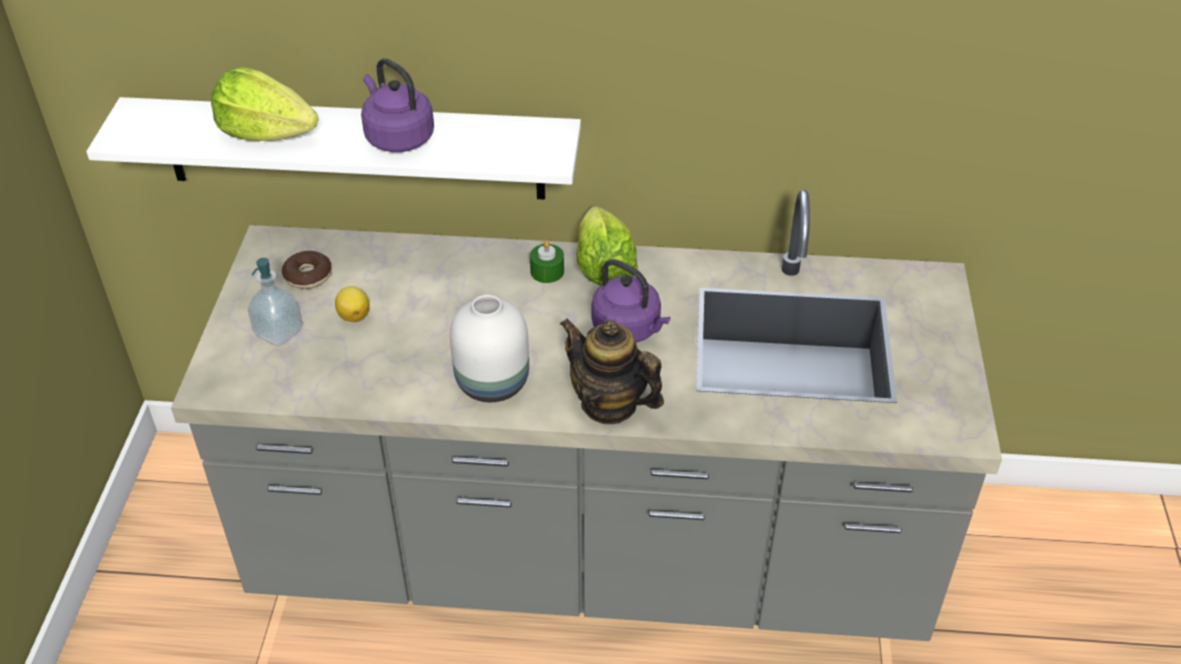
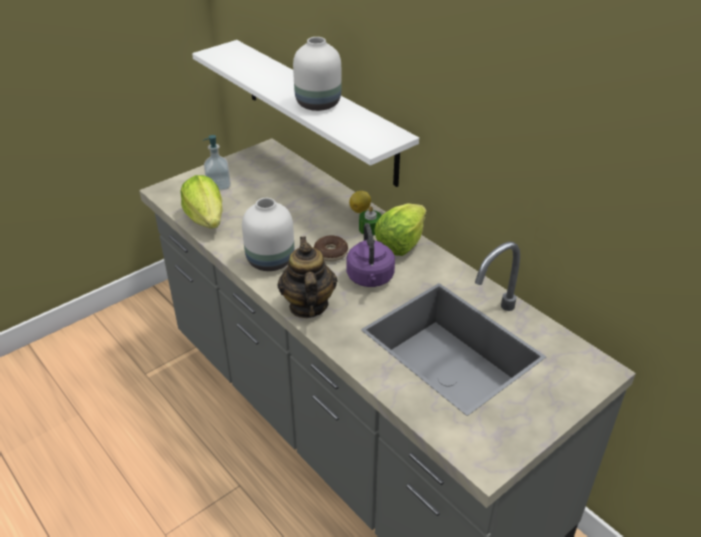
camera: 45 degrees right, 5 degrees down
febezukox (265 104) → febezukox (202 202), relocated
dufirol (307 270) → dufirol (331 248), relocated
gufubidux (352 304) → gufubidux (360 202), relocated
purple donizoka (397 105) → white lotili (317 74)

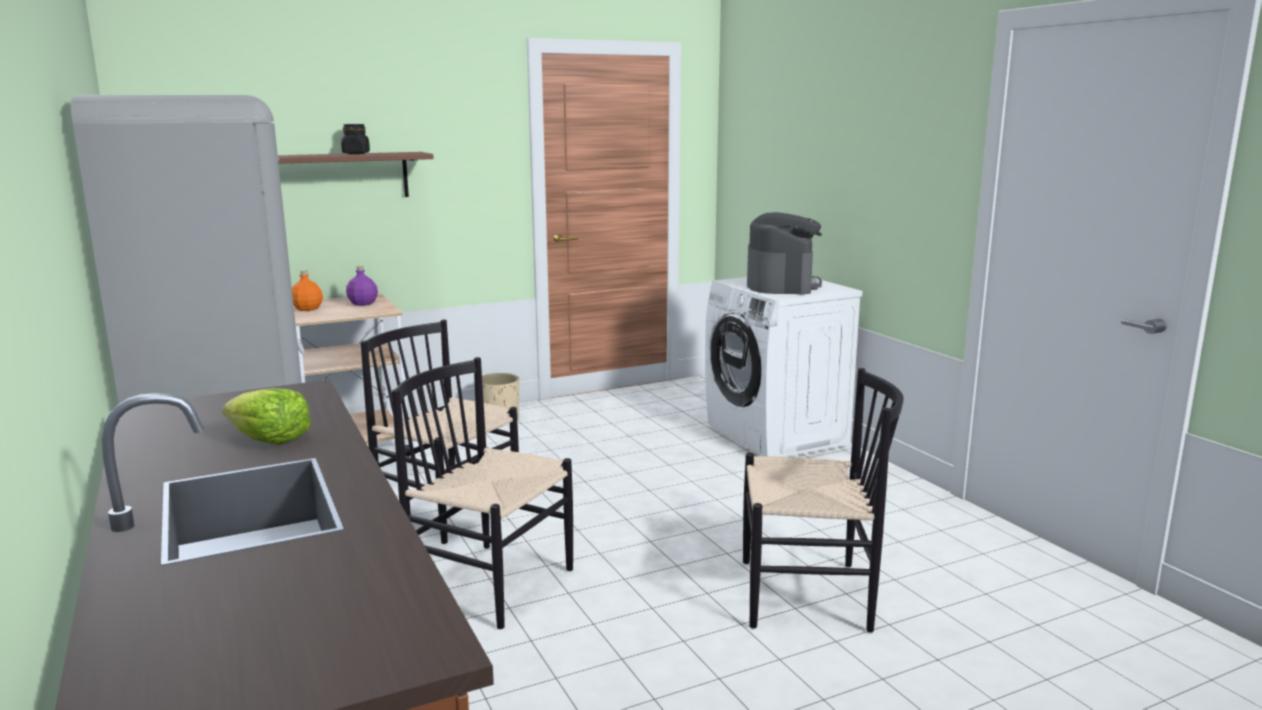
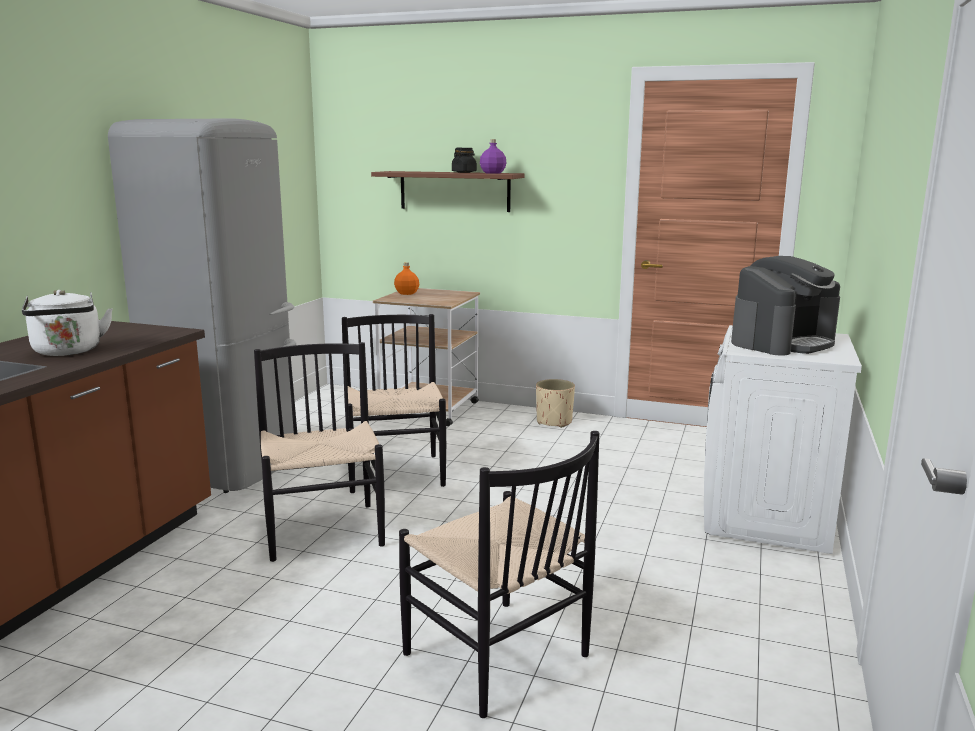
camera: 45 degrees right, 0 degrees up
febezukox (266 416) → white donizoka (67 323)
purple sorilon (362 286) → purple sorilon (493 156), relocated

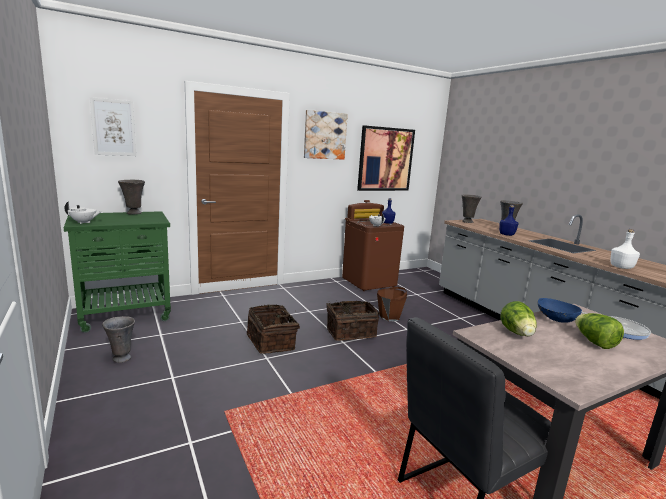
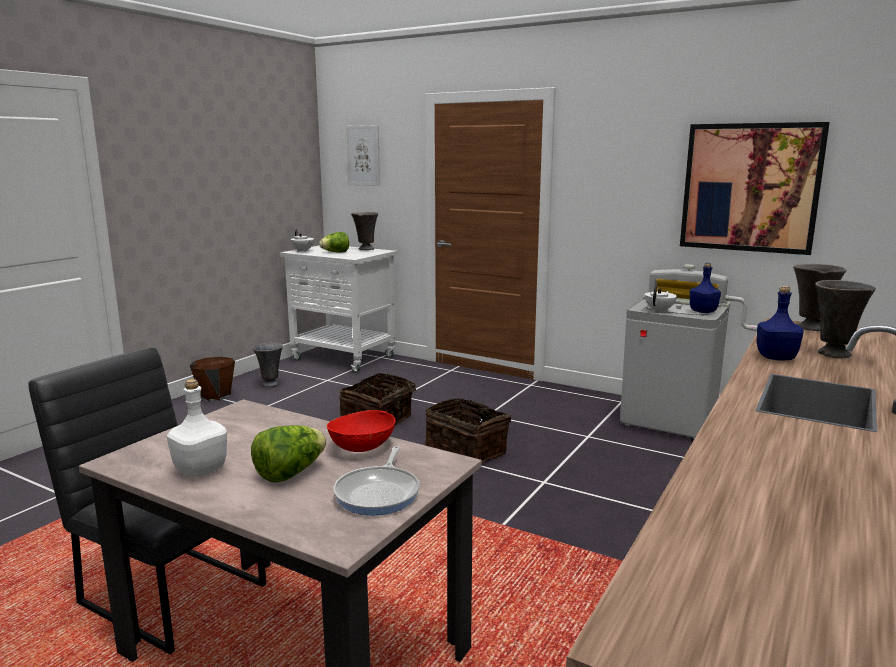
camera: 60 degrees right, 0 degrees up
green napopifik (117 272) → white napopifik (338 309)
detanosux (326 135) → -
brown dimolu (373 245) → grey dimolu (688 351)
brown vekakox (392 304) → brown vekakox (212 379), relocated
febezukox (519 319) → febezukox (334 242), relocated
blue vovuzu (559 310) → red vovuzu (361 431)
white sorilon (625 249) → white sorilon (197 428), relocated

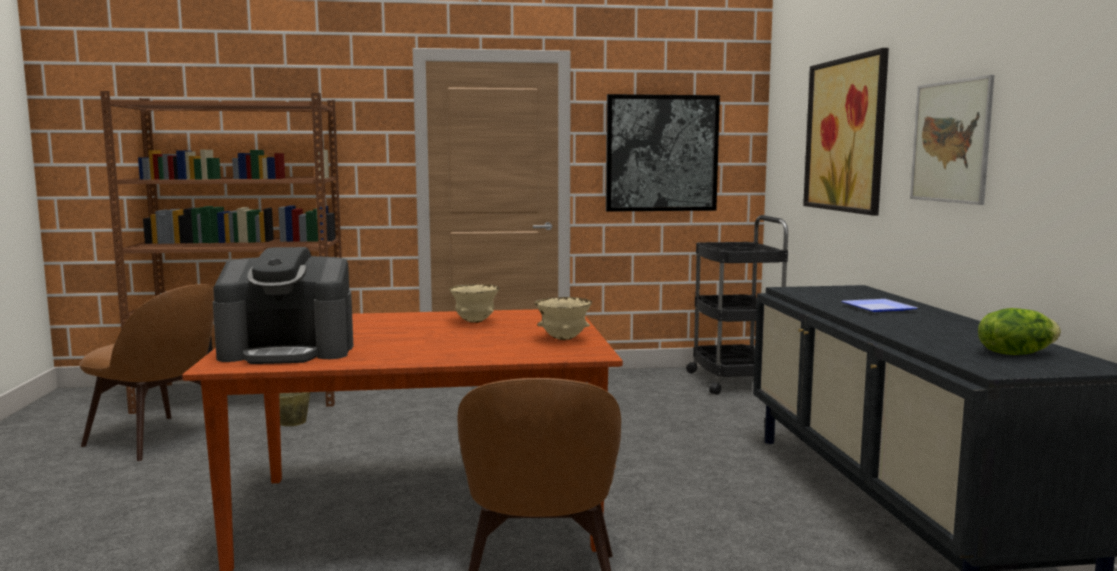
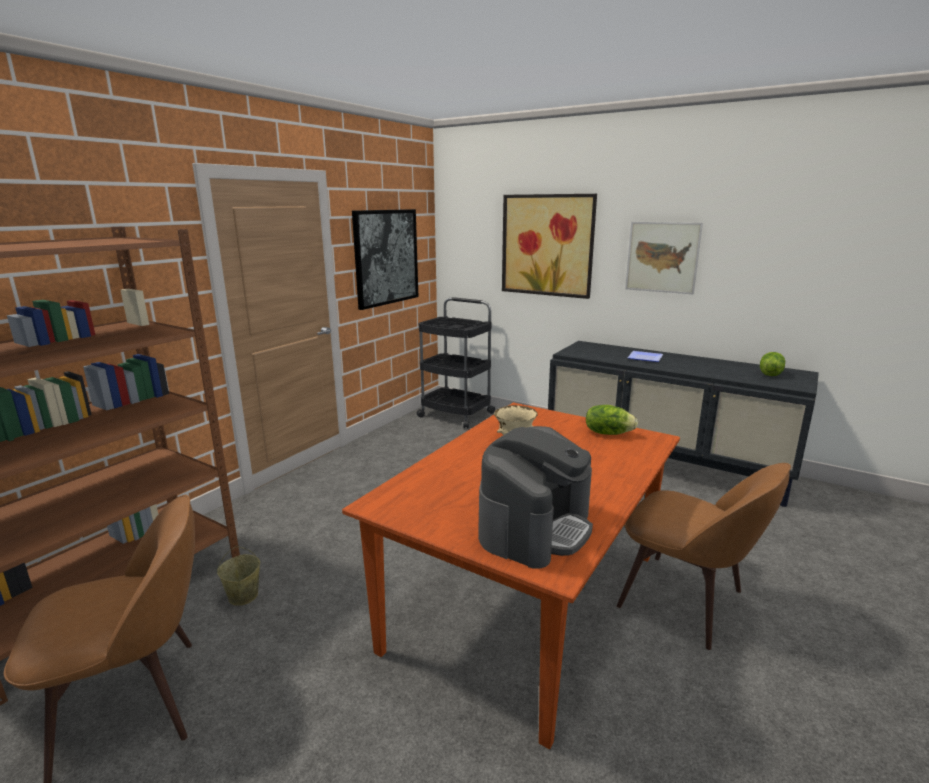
camera: 50 degrees left, 10 degrees up
beige vovuzu (563 318) → febezukox (612 420)

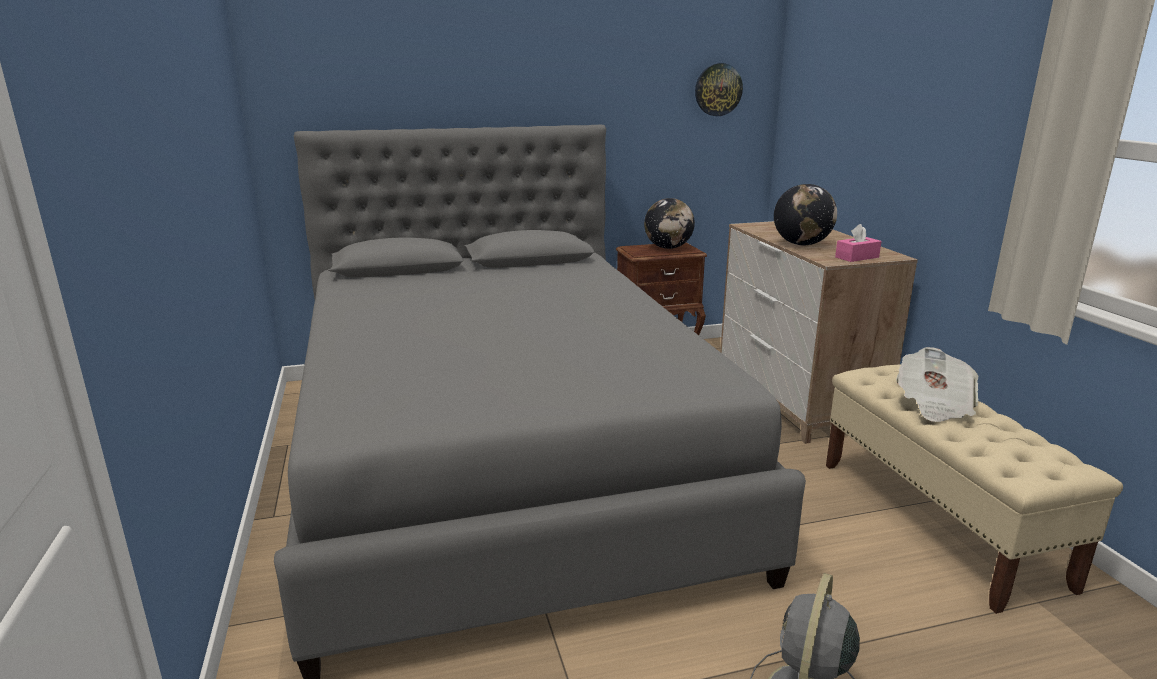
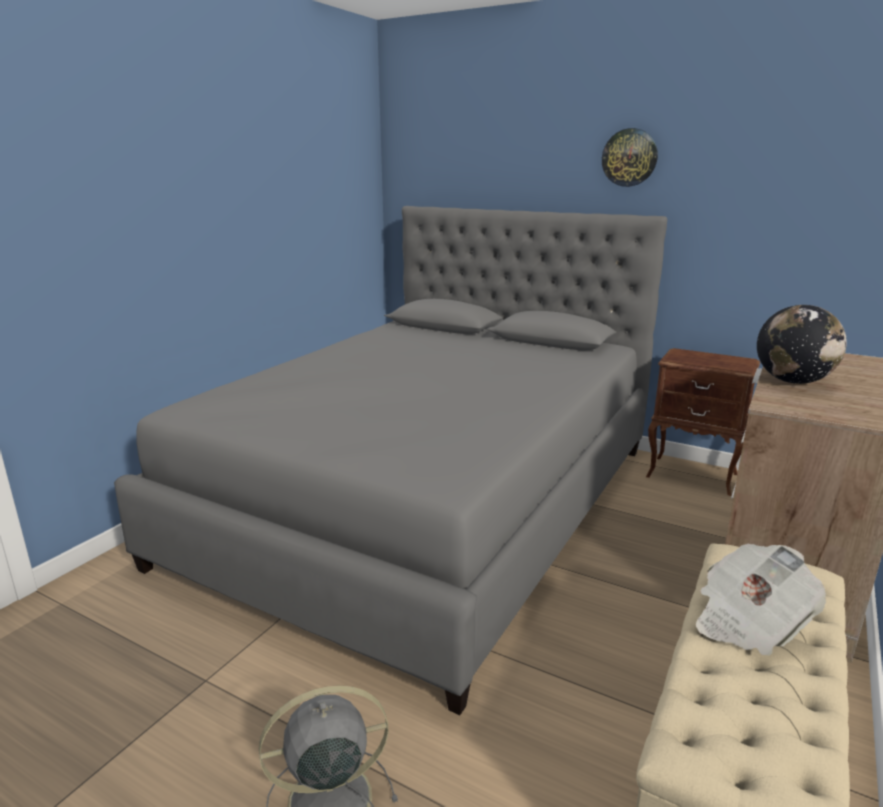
camera: 45 degrees right, 0 degrees up
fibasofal (669 223) → -
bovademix (719 89) → bovademix (630 157), relocated
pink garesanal (858 243) → -

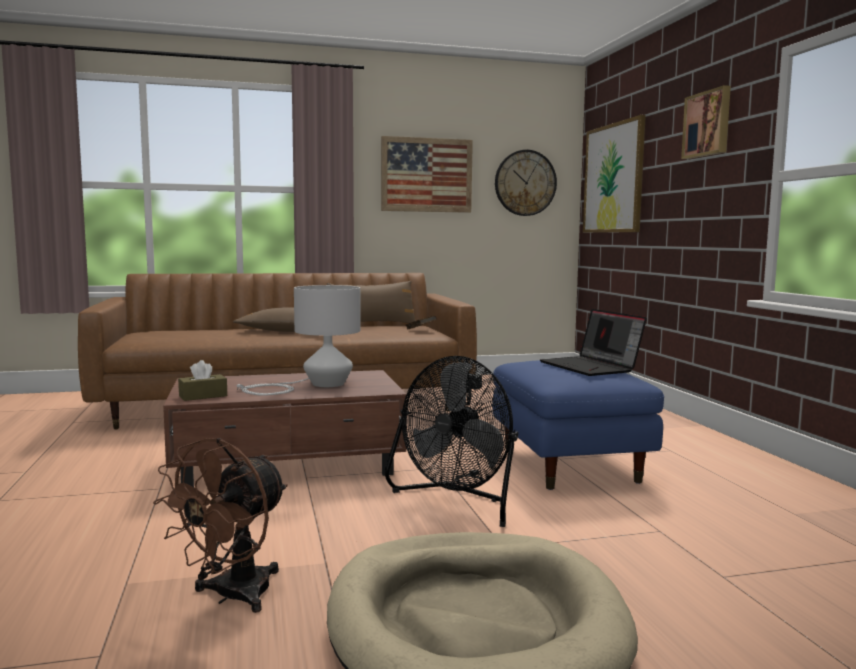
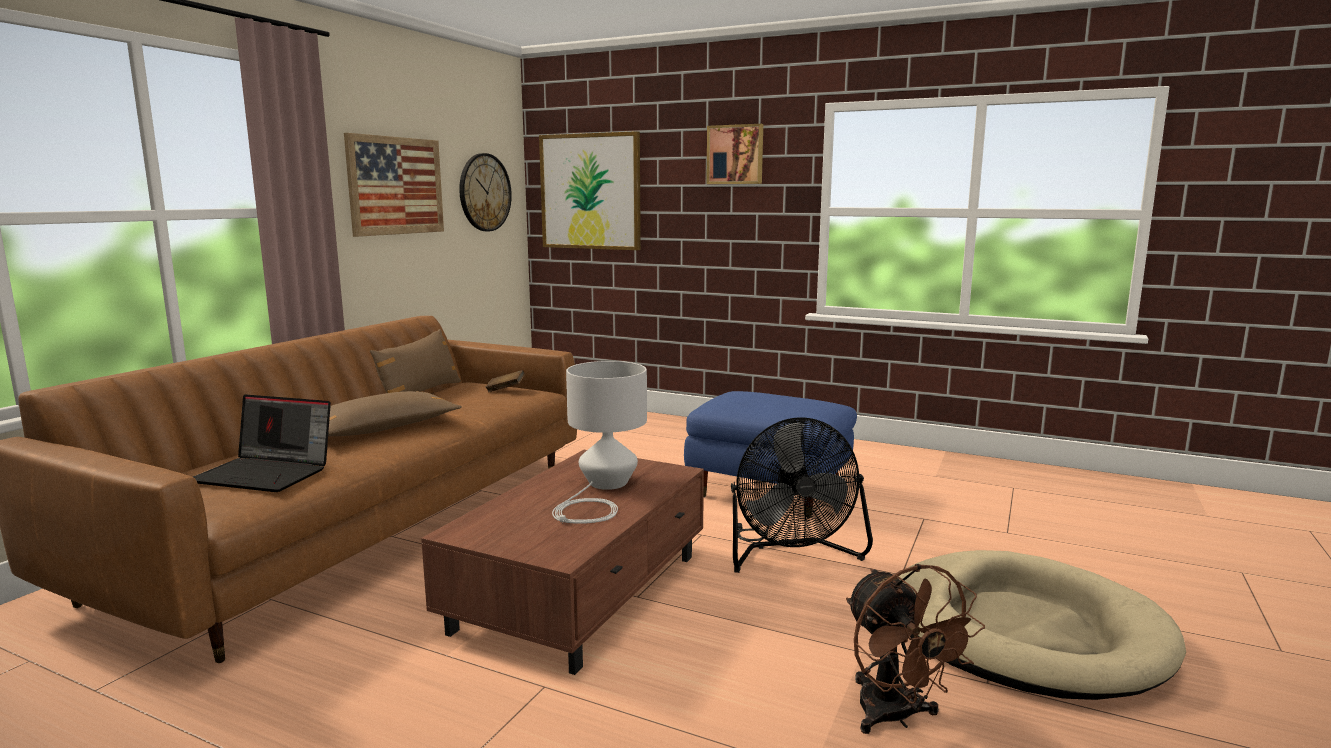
camera: 50 degrees left, 5 degrees up
brown garesanal (202 380) → -
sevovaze (593 342) → sevovaze (262 443), relocated

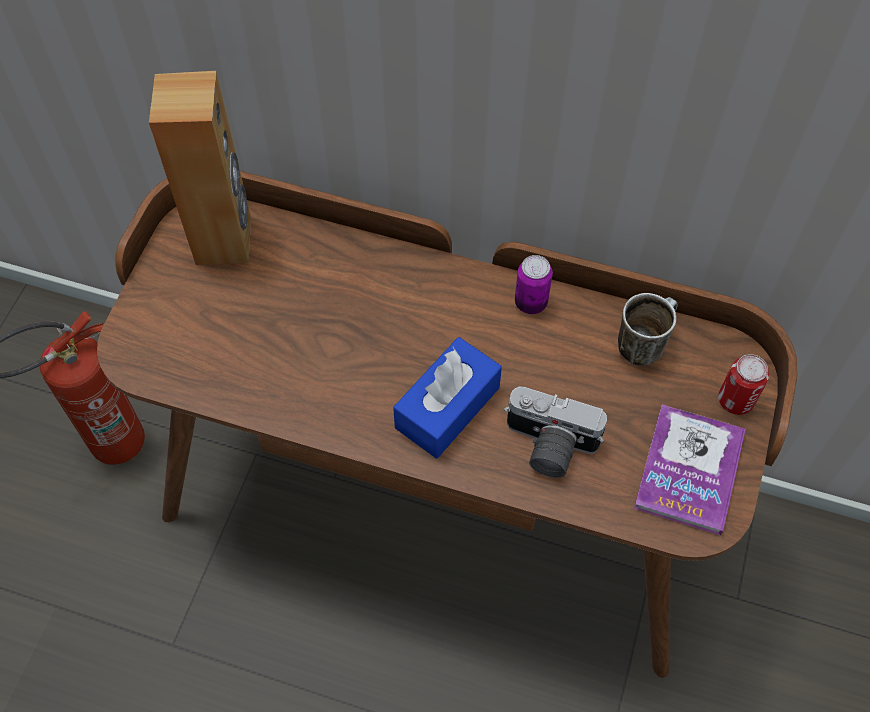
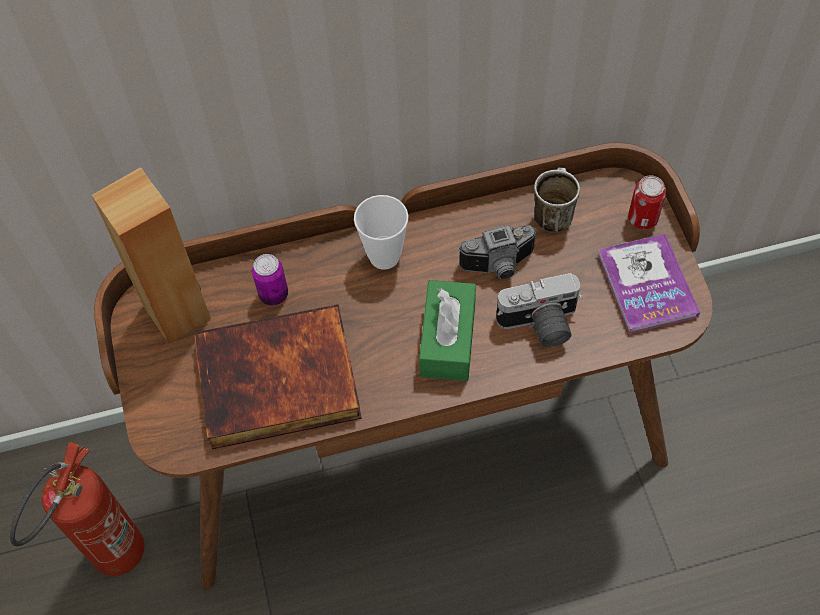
camera: 30 degrees left, 0 degrees up
blue garesanal (447 397) → green garesanal (447 330)
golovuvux (534 284) → golovuvux (270 280), relocated
- → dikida (278 376)
- → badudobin (381 232)
- → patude (498 252)

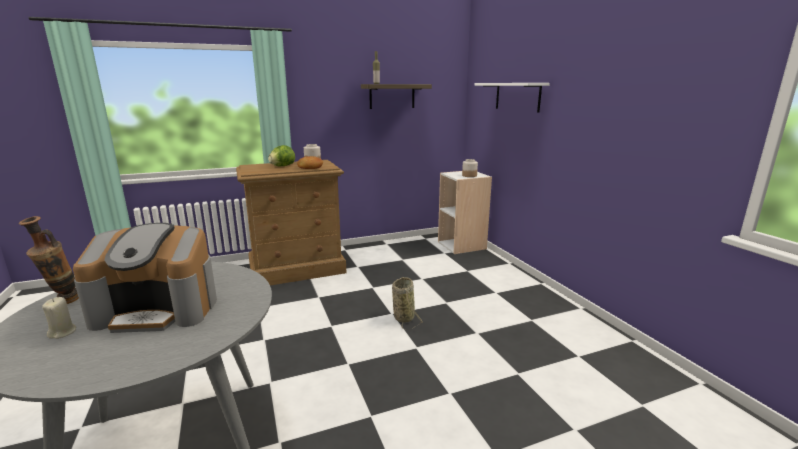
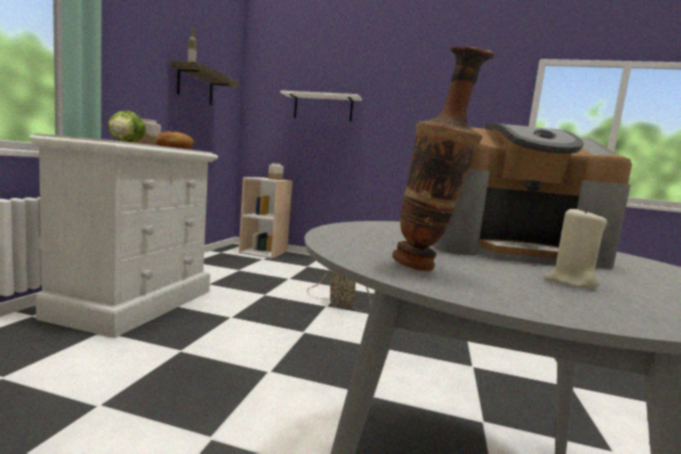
camera: 55 degrees left, 10 degrees down
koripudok (145 278) → koripudok (532 196), 60 degrees clockwise
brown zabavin (291 222) → white zabavin (123 235)

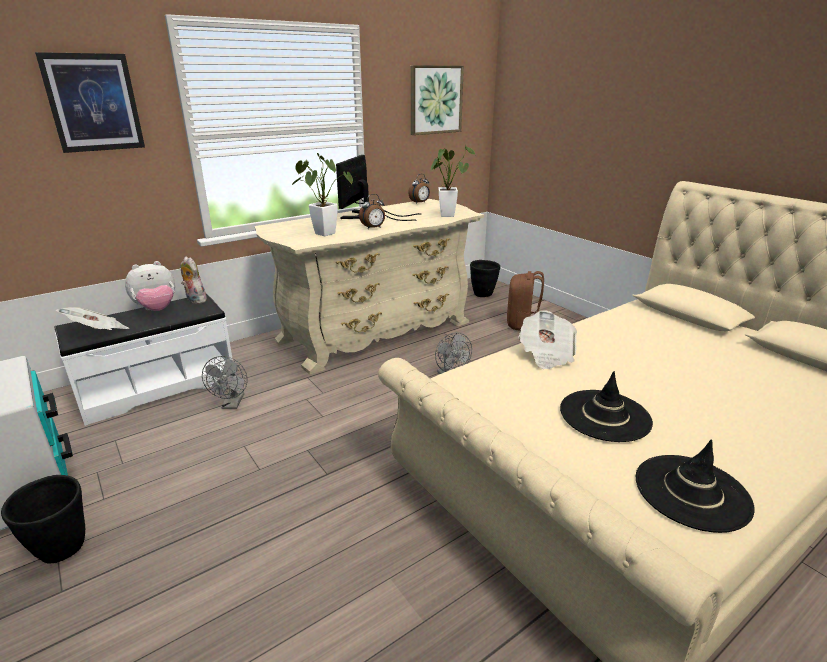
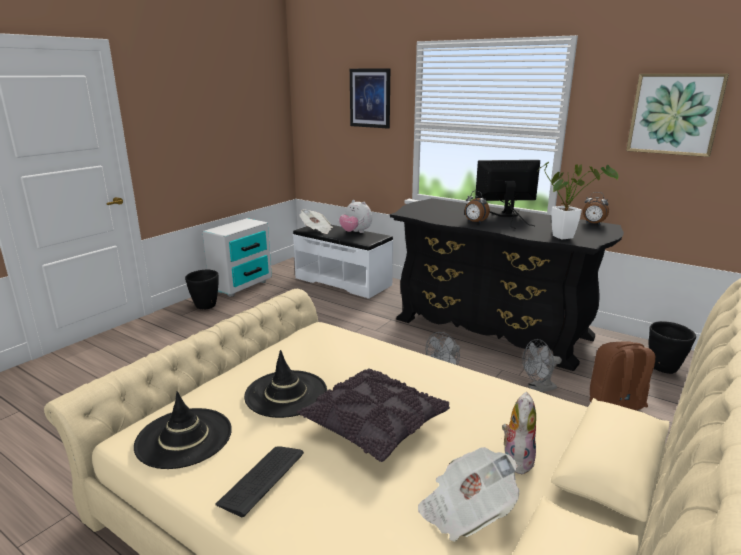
camera: 70 degrees right, 5 degrees down
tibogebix (194 280) → tibogebix (519 433), relocated
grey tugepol (225 382) → grey tugepol (542 365), relocated
beige zabavin (369 286) → black zabavin (507 284)
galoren (322 194) → -
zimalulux (548 339) → zimalulux (469 494), relocated
- → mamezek (259 481)
- → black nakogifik (373 415)

